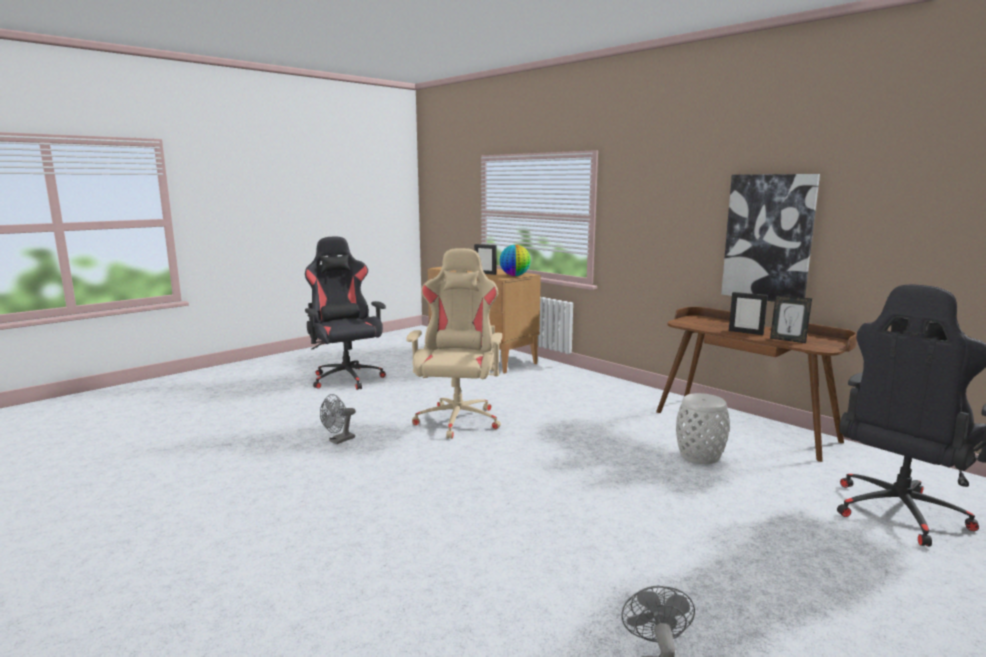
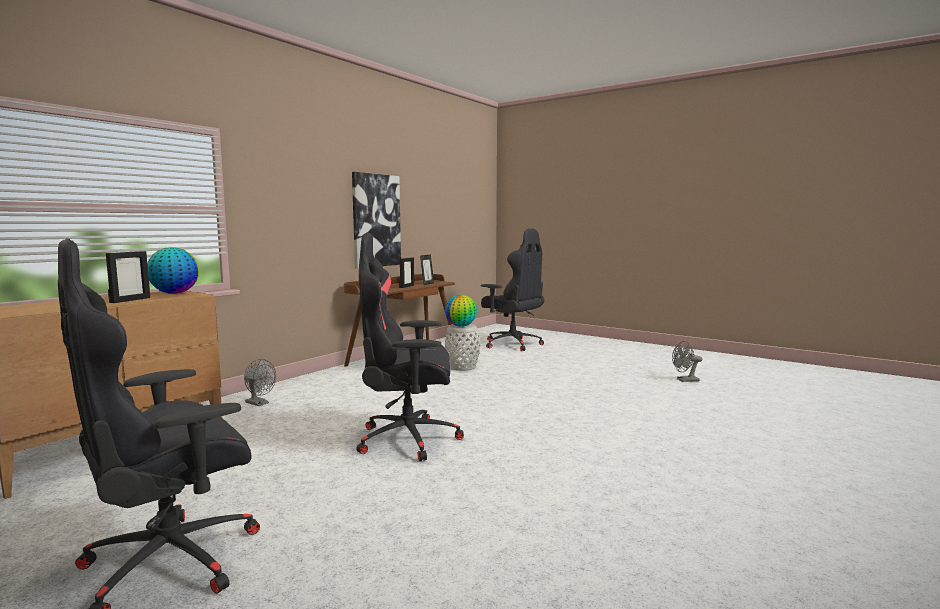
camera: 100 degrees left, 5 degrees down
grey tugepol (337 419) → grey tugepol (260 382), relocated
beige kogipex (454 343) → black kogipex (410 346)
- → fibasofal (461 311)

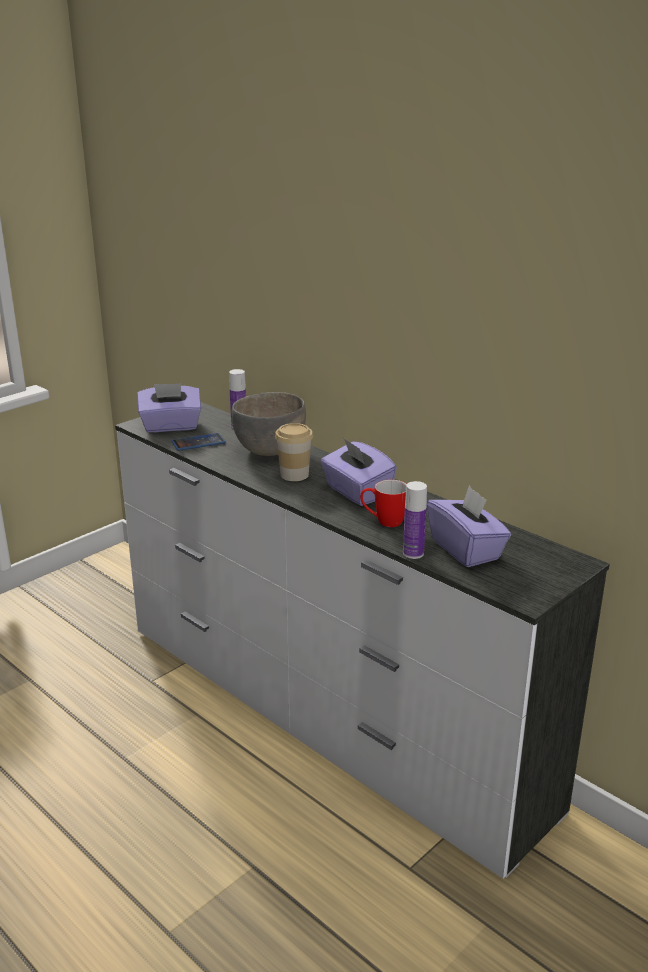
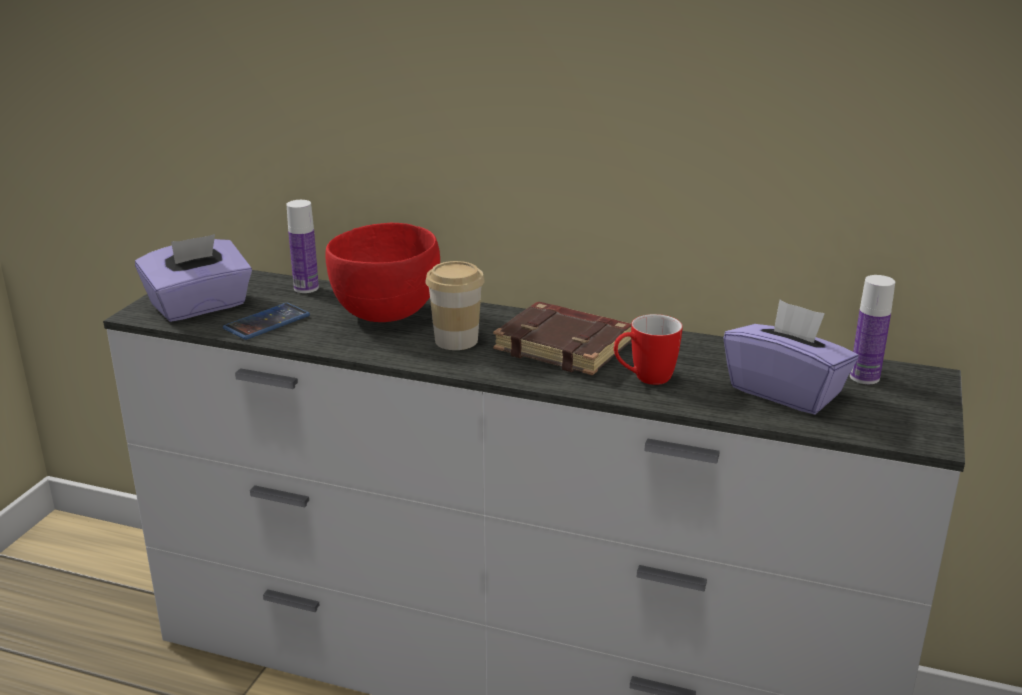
camera: 25 degrees left, 0 degrees up
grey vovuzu (268 424) → red vovuzu (382 272)
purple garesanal (358 471) → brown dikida (562 338)
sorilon (415 520) → sorilon (872 329), relocated

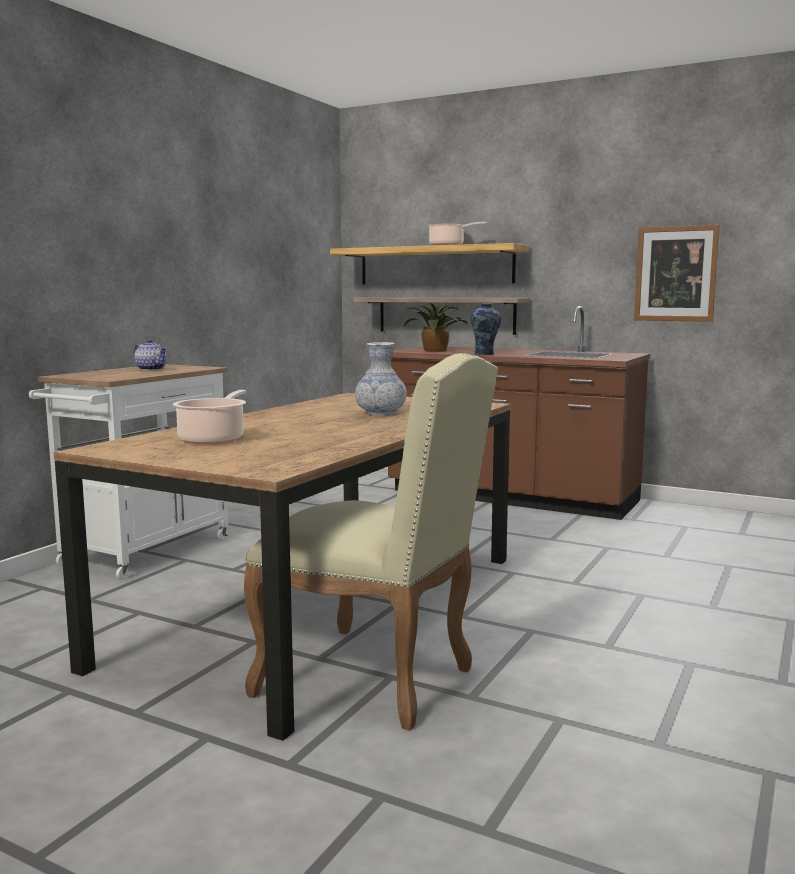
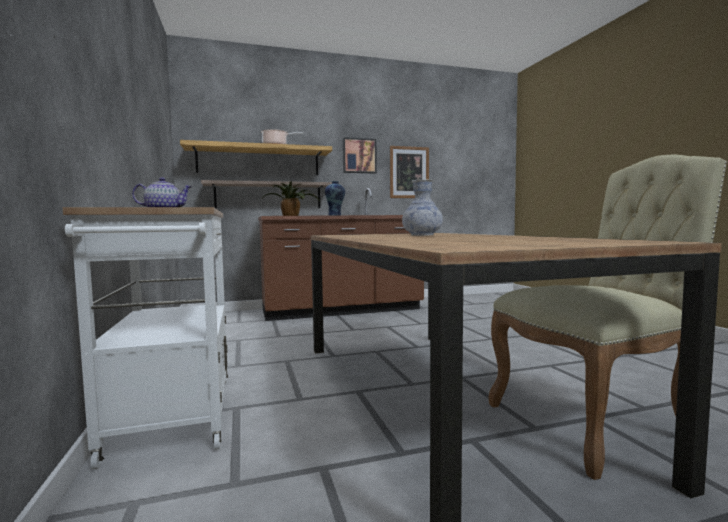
camera: 45 degrees left, 5 degrees down
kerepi (209 417) → -
- → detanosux (360 155)

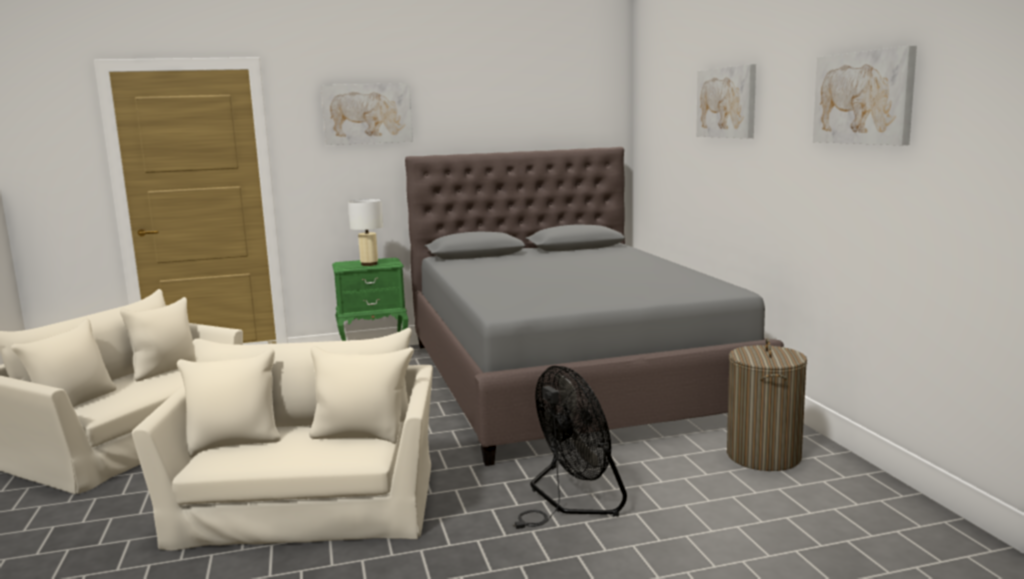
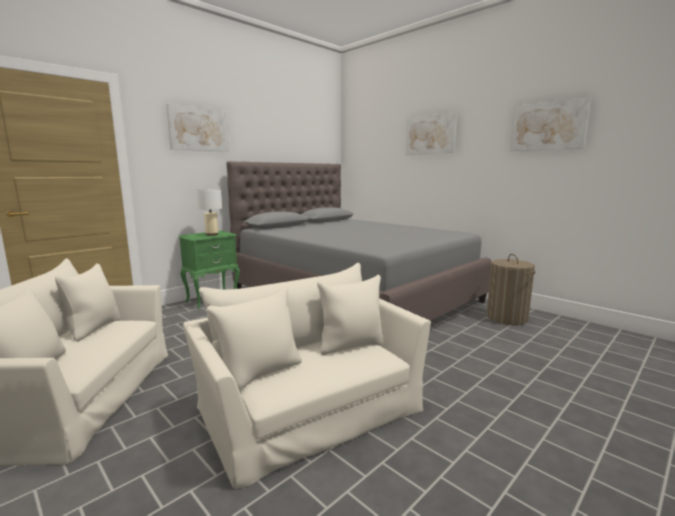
camera: 30 degrees left, 0 degrees up
black tugepol (570 447) → -

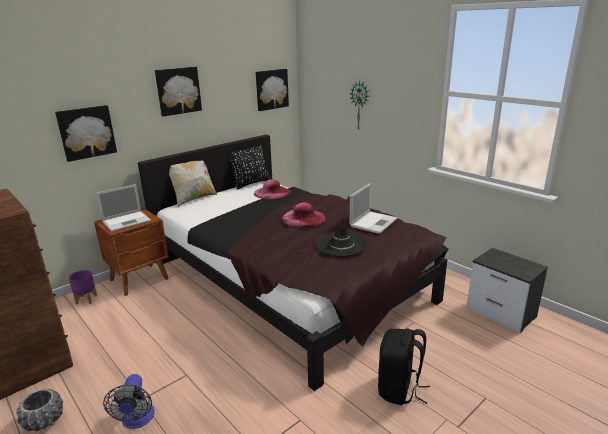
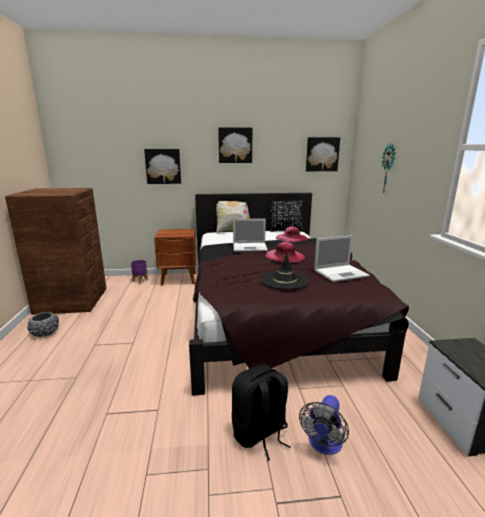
camera: 35 degrees right, 5 degrees down
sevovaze (123 208) → sevovaze (250 235), relocated
tugepol (129 401) → tugepol (324 425), relocated

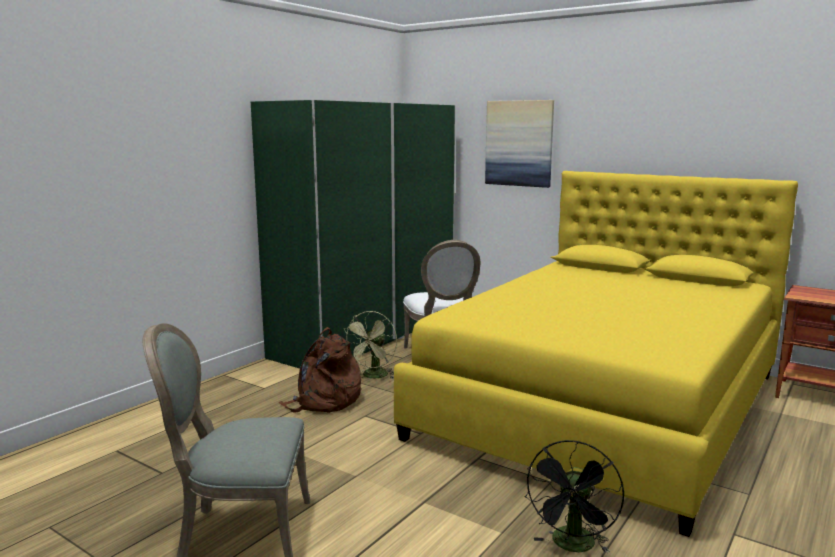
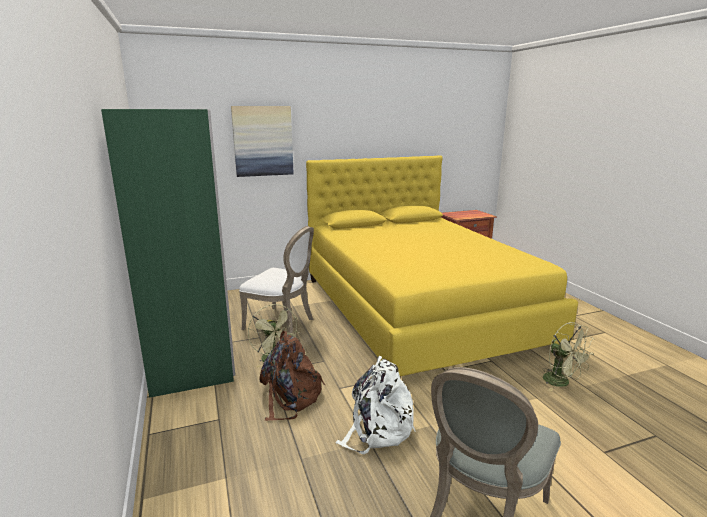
camera: 55 degrees left, 5 degrees up
black tugepol (574 496) → green tugepol (568 356)
- → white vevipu (375 404)

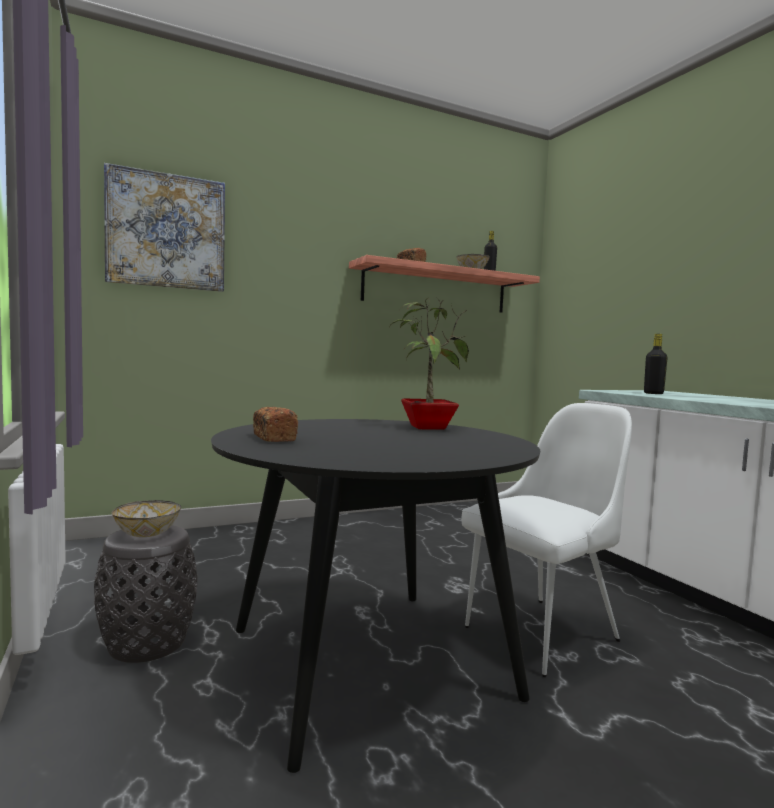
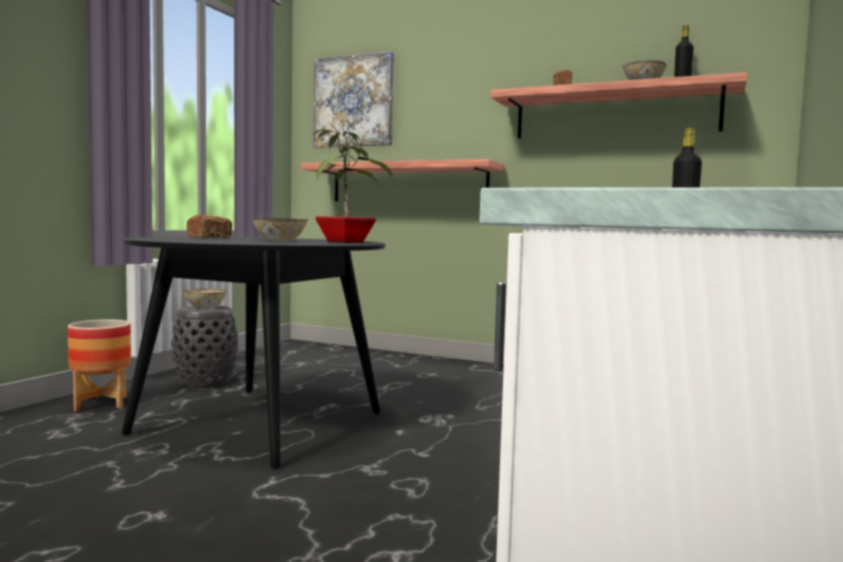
camera: 50 degrees right, 0 degrees up
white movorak (547 540) → -
- → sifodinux (99 365)
- → vovuzu (280 229)
- → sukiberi (402 180)

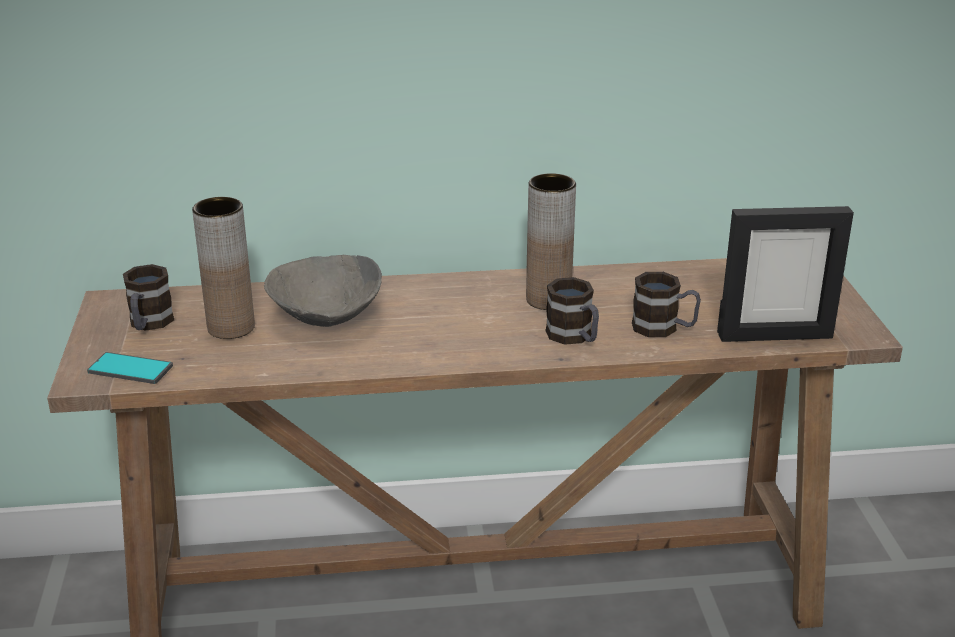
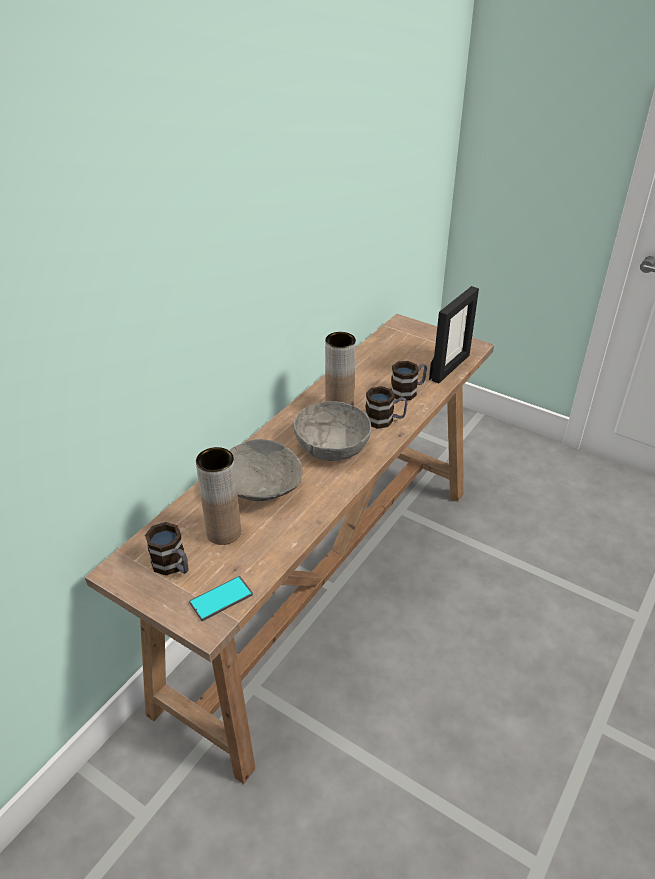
camera: 50 degrees left, 10 degrees up
- → grey vovuzu (332 431)

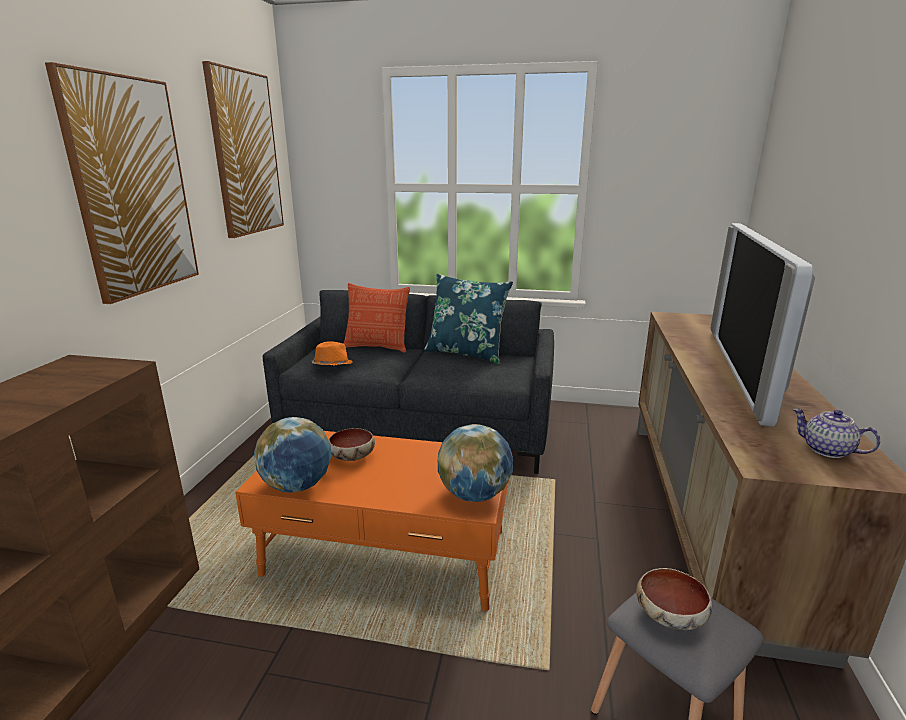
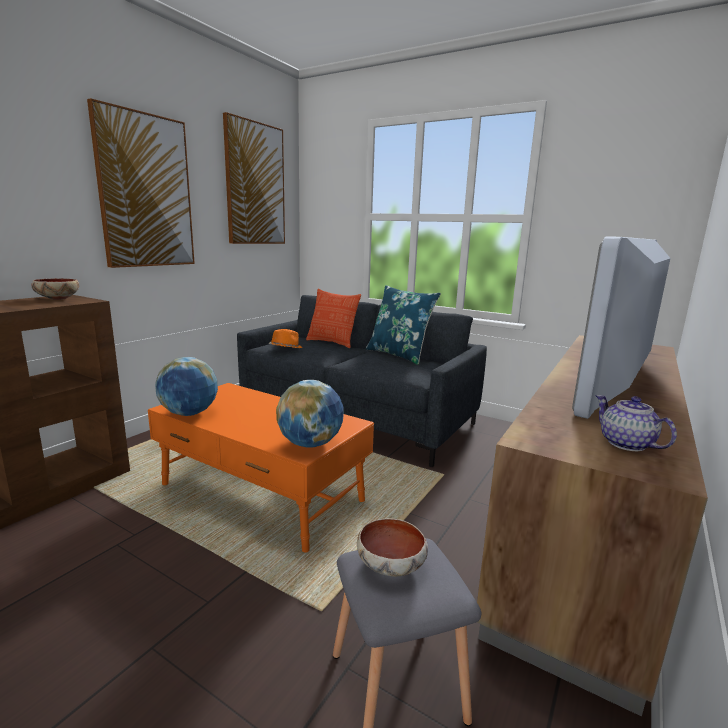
camera: 20 degrees right, 5 degrees down
vovuzu (352 444) → vovuzu (55 289), relocated

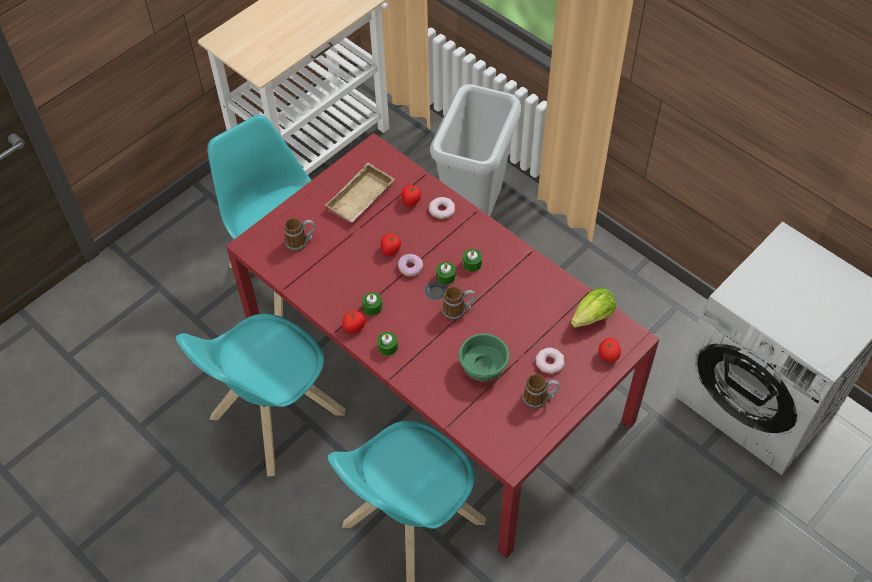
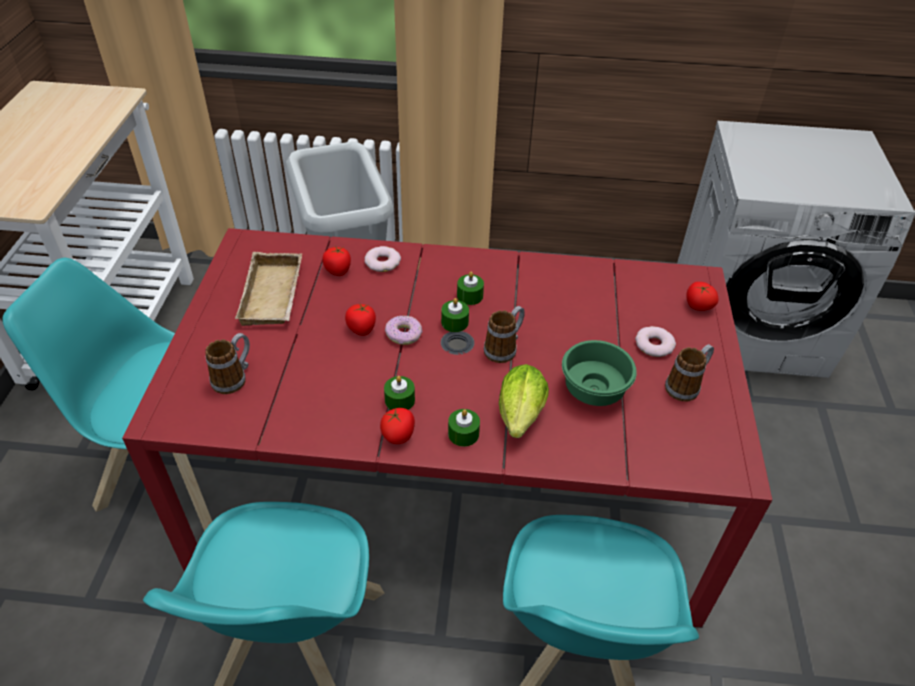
camera: 40 degrees left, 10 degrees down
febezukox (593 308) → febezukox (524 401), relocated

